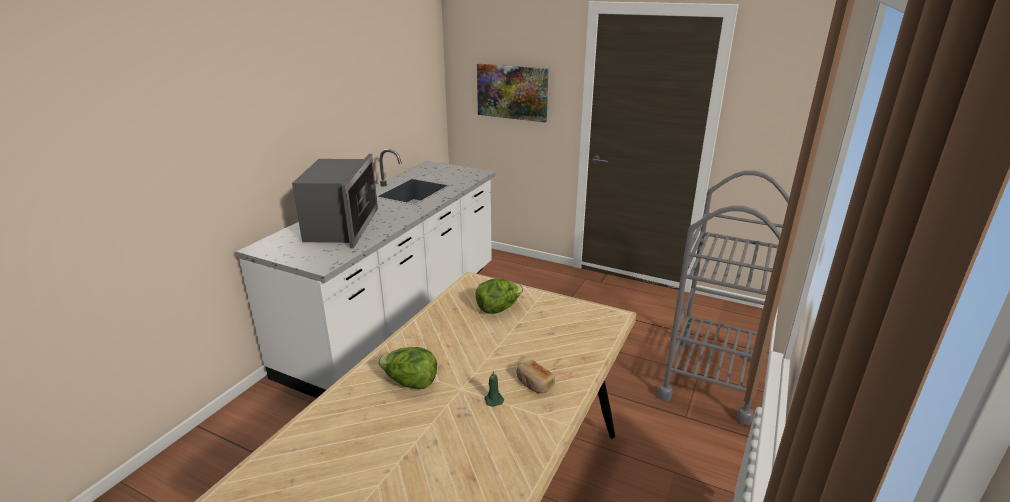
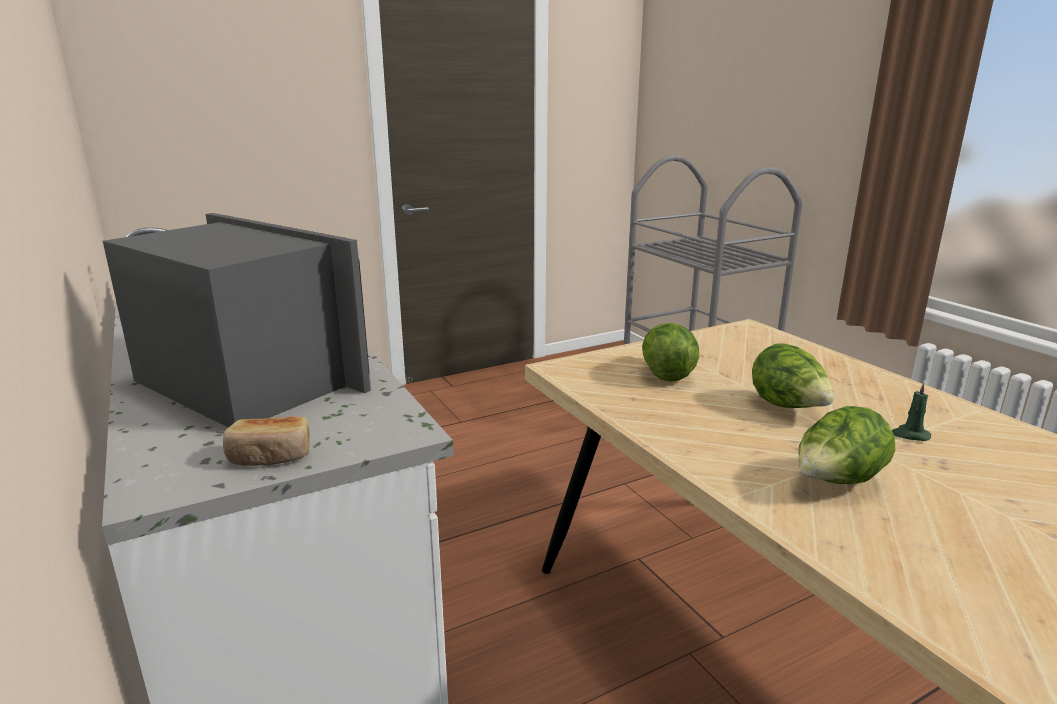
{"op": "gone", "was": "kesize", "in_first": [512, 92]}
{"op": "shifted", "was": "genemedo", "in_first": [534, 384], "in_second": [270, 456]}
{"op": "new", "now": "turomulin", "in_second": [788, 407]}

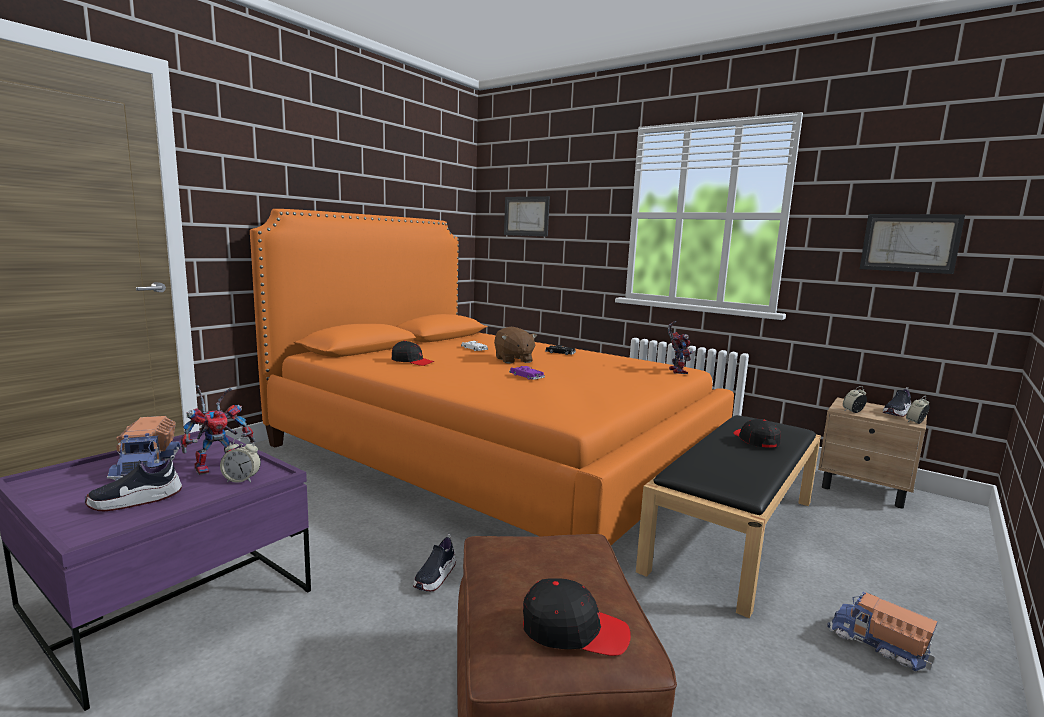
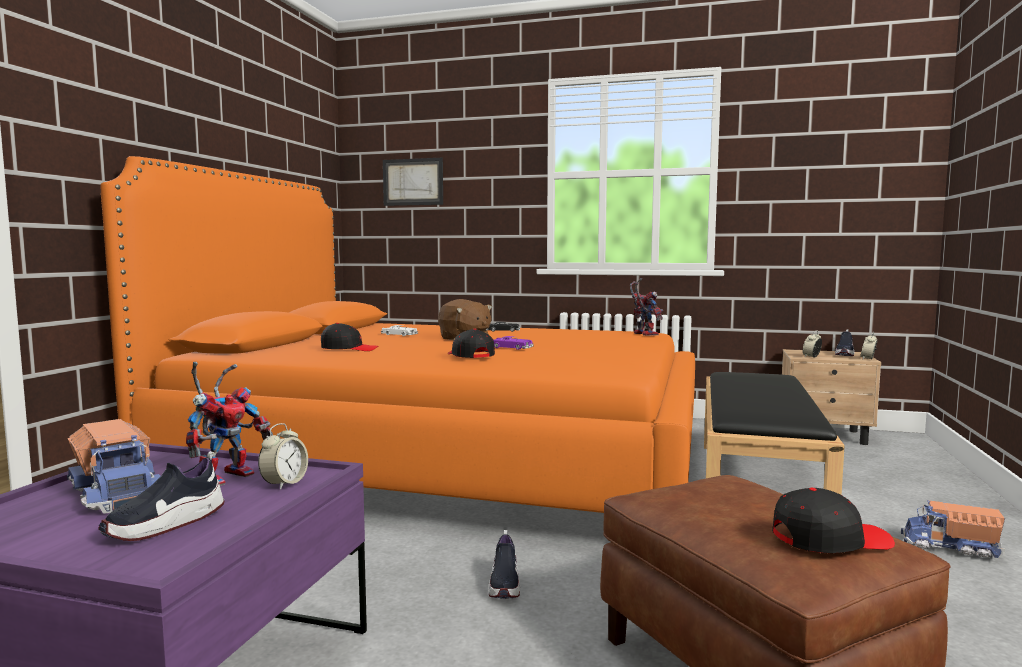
{"op": "rotated", "was": "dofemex", "in_first": [242, 480], "in_second": [284, 483], "clockwise": -45}
{"op": "shifted", "was": "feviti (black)", "in_first": [755, 440], "in_second": [470, 356]}
{"op": "gone", "was": "kesize", "in_first": [909, 243]}

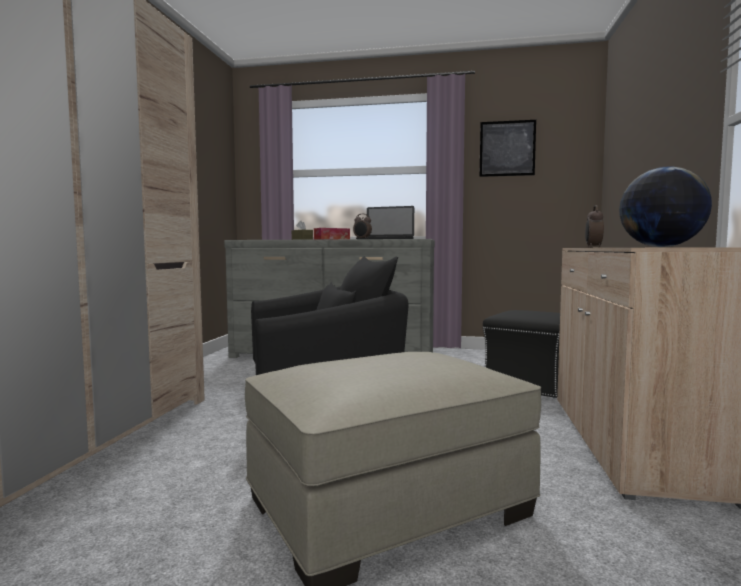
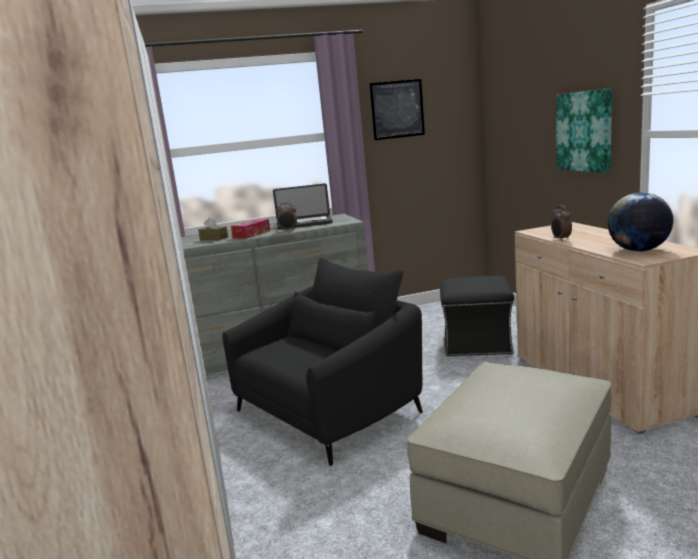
{"op": "new", "now": "kesize", "in_second": [584, 131]}

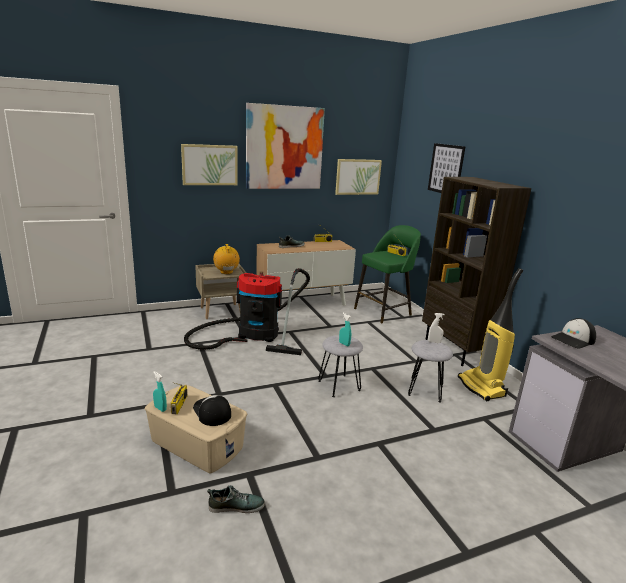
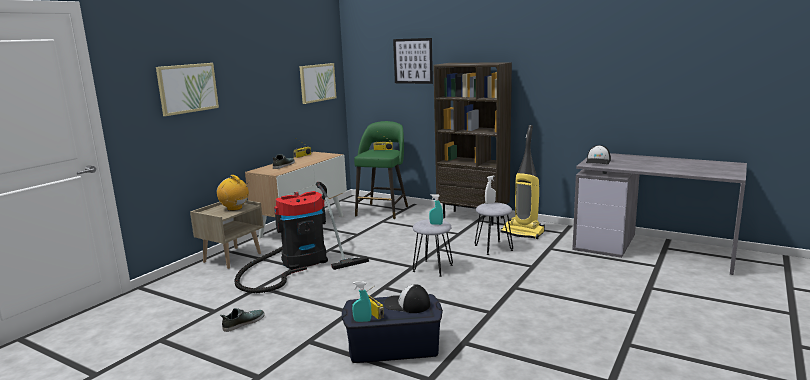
{"op": "repainted", "was": "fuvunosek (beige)", "now": "fuvunosek (blue)", "in_first": [197, 443], "in_second": [393, 346]}
{"op": "shifted", "was": "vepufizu", "in_first": [236, 506], "in_second": [243, 323]}
{"op": "gone", "was": "kesize", "in_first": [284, 148]}

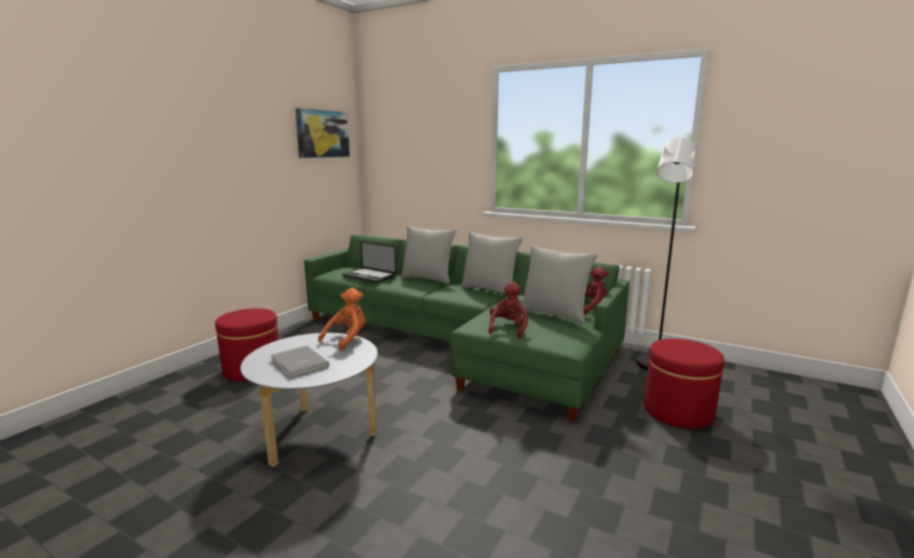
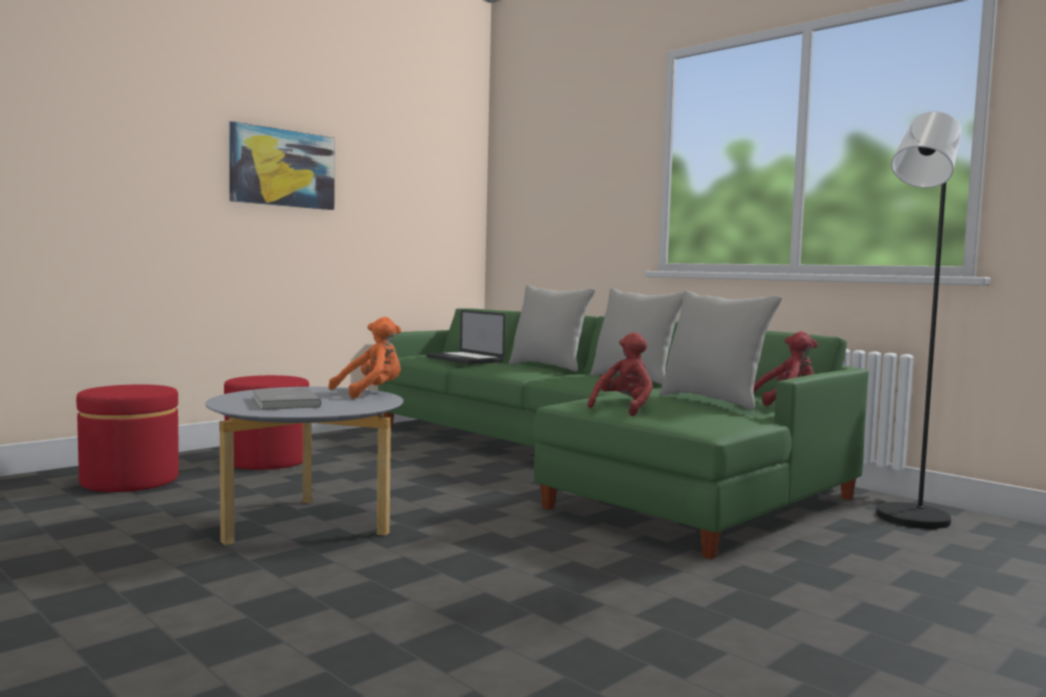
{"op": "shifted", "was": "kesize", "in_first": [322, 134], "in_second": [282, 168]}
{"op": "shifted", "was": "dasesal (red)", "in_first": [678, 412], "in_second": [130, 481]}

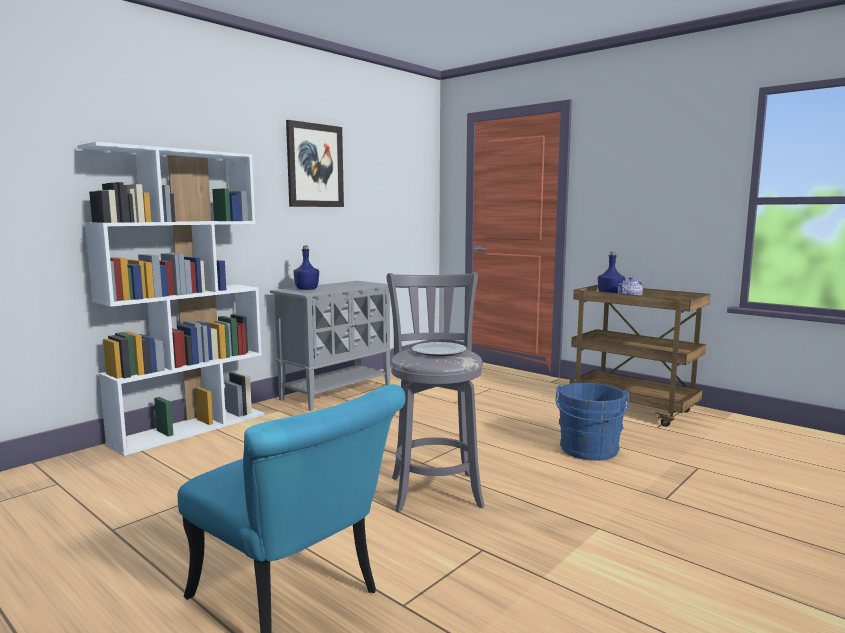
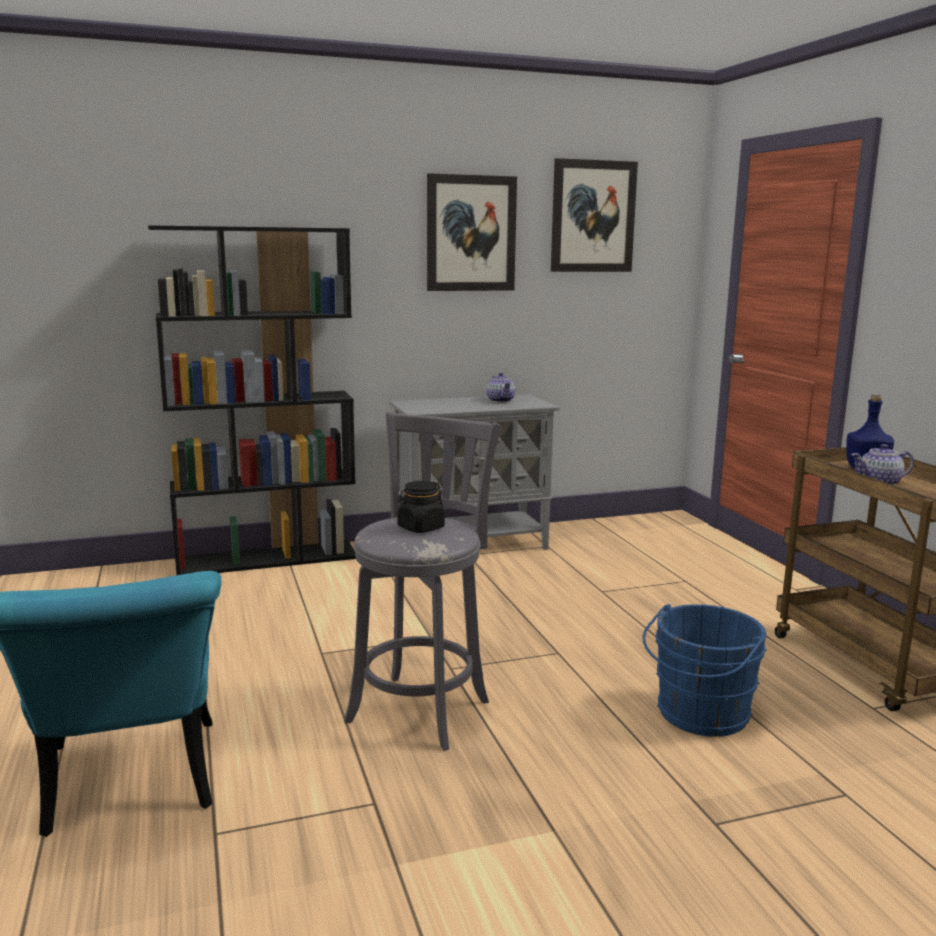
{"op": "repainted", "was": "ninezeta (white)", "now": "ninezeta (black)", "in_first": [190, 428], "in_second": [268, 558]}
{"op": "gone", "was": "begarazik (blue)", "in_first": [307, 289]}
{"op": "swapped", "was": "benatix", "now": "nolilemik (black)", "in_first": [438, 351], "in_second": [420, 528]}
{"op": "new", "now": "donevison", "in_second": [500, 400]}
{"op": "new", "now": "kesize", "in_second": [593, 216]}

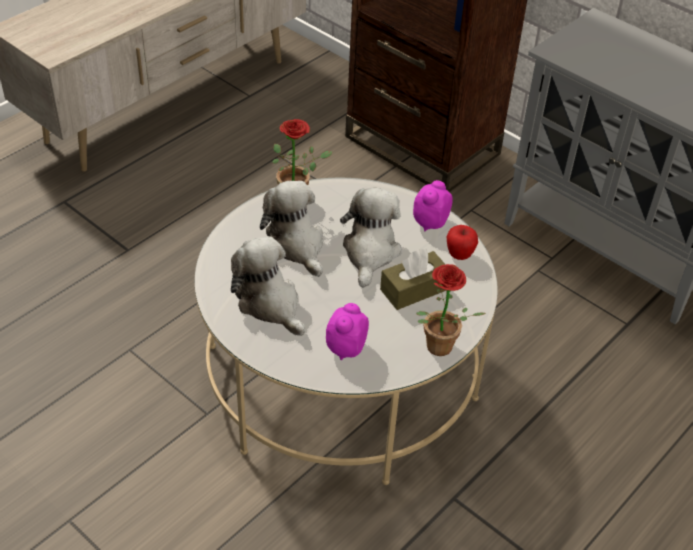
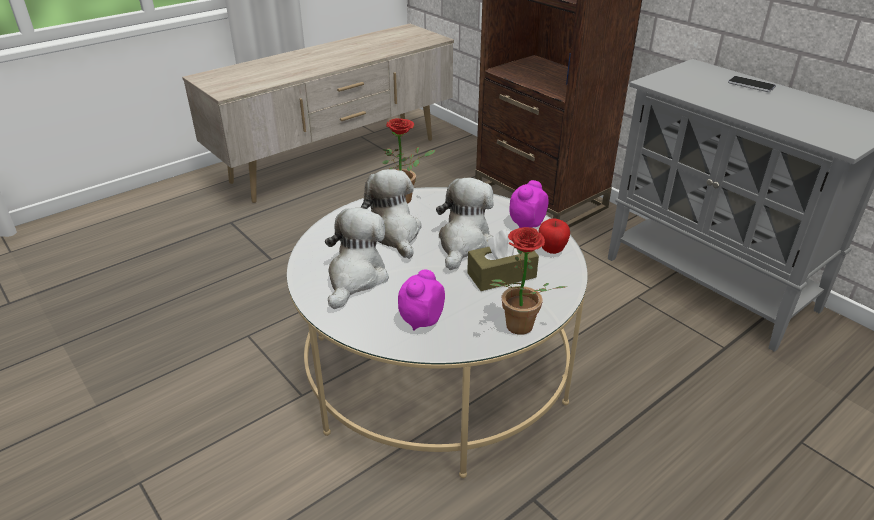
{"op": "rotated", "was": "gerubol", "in_first": [270, 303], "in_second": [355, 278], "clockwise": 45}
{"op": "new", "now": "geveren", "in_second": [751, 85]}

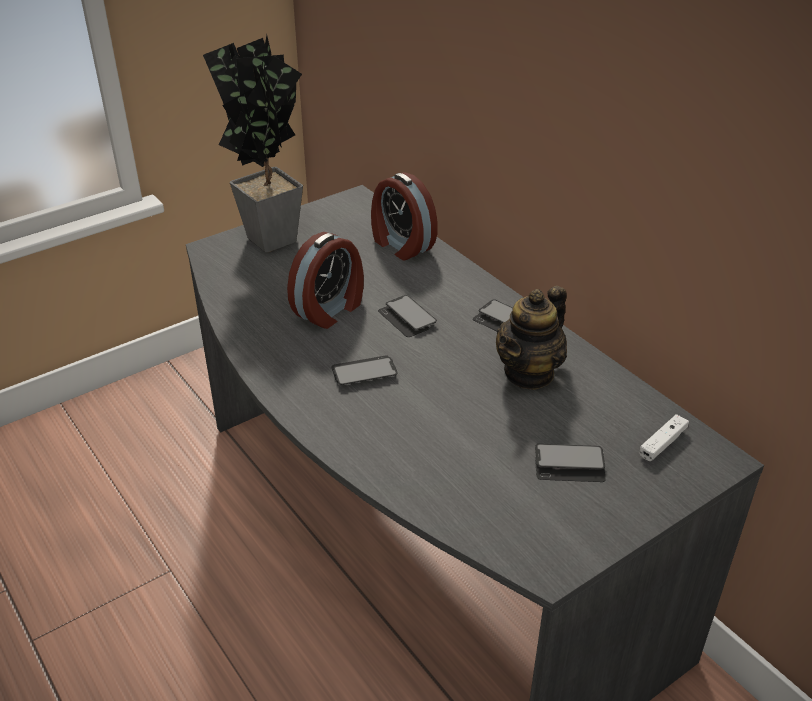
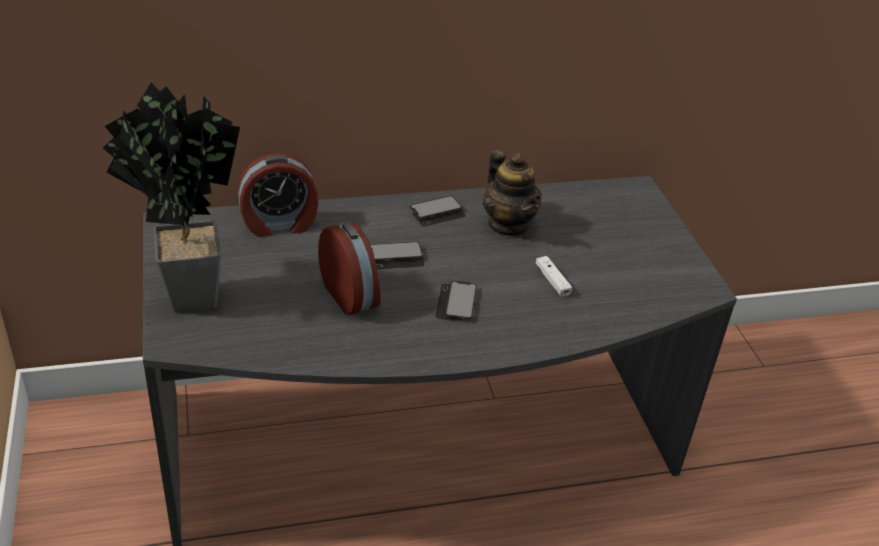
{"op": "gone", "was": "geveren", "in_first": [569, 465]}
{"op": "shifted", "was": "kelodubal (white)", "in_first": [662, 443], "in_second": [552, 281]}

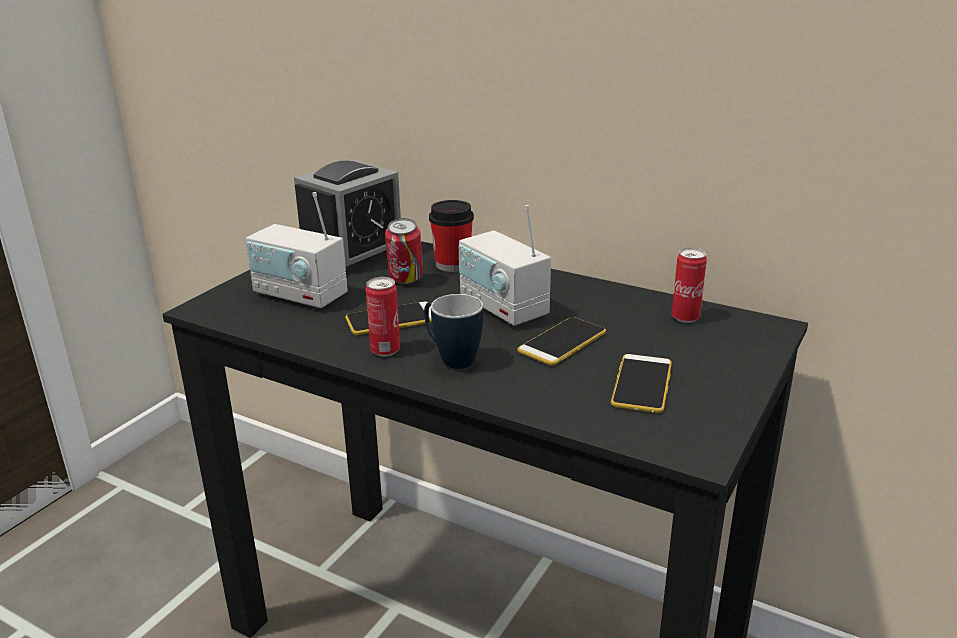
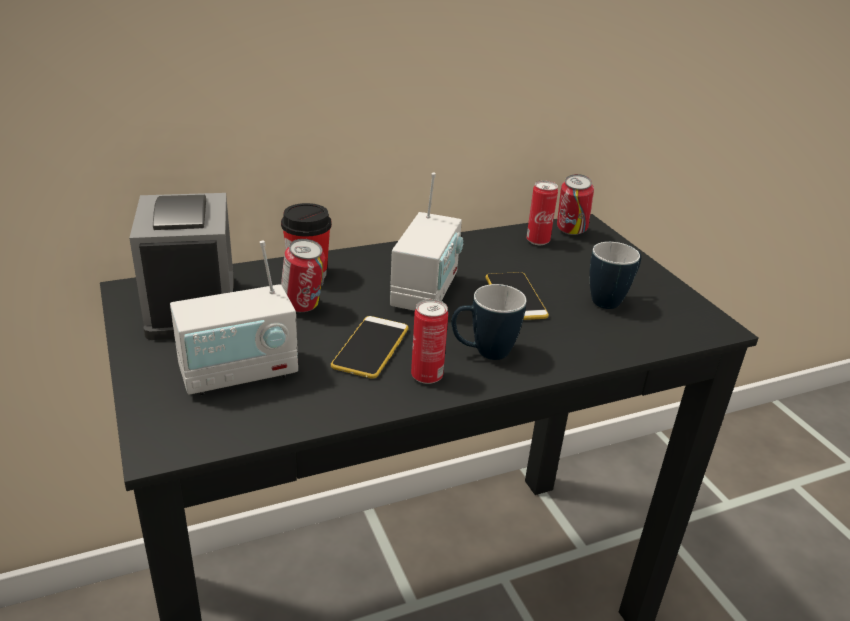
{"op": "rotated", "was": "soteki", "in_first": [503, 308], "in_second": [425, 292], "clockwise": -75}
{"op": "swapped", "was": "geveren", "now": "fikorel", "in_first": [642, 384], "in_second": [611, 300]}
{"op": "new", "now": "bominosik", "in_second": [570, 232]}

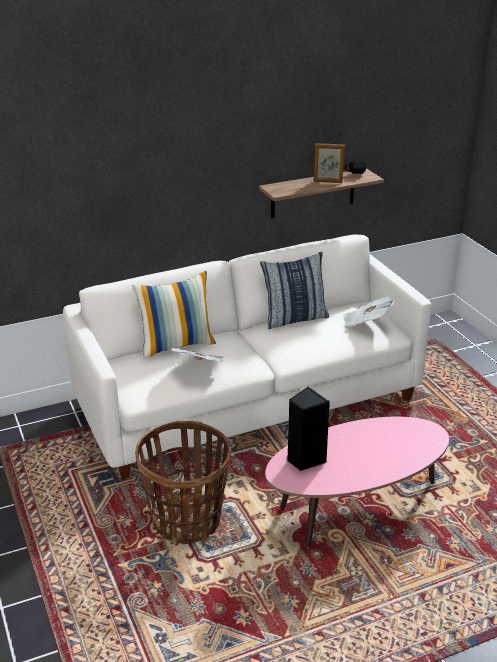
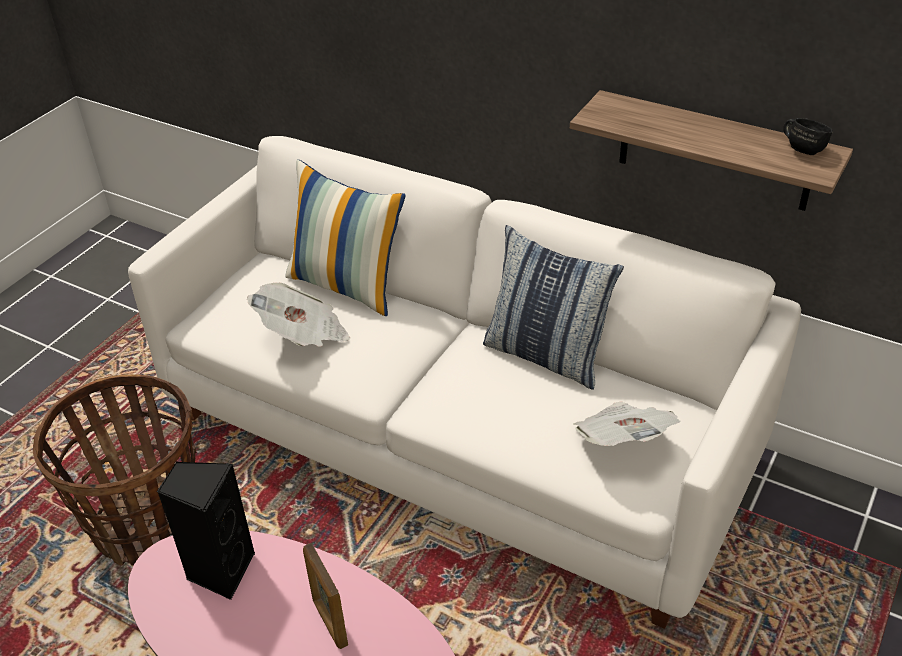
{"op": "shifted", "was": "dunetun", "in_first": [328, 182], "in_second": [330, 622]}

